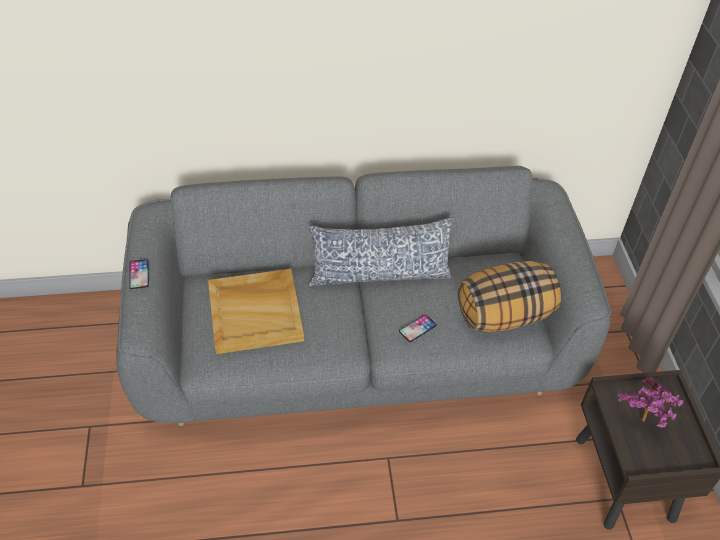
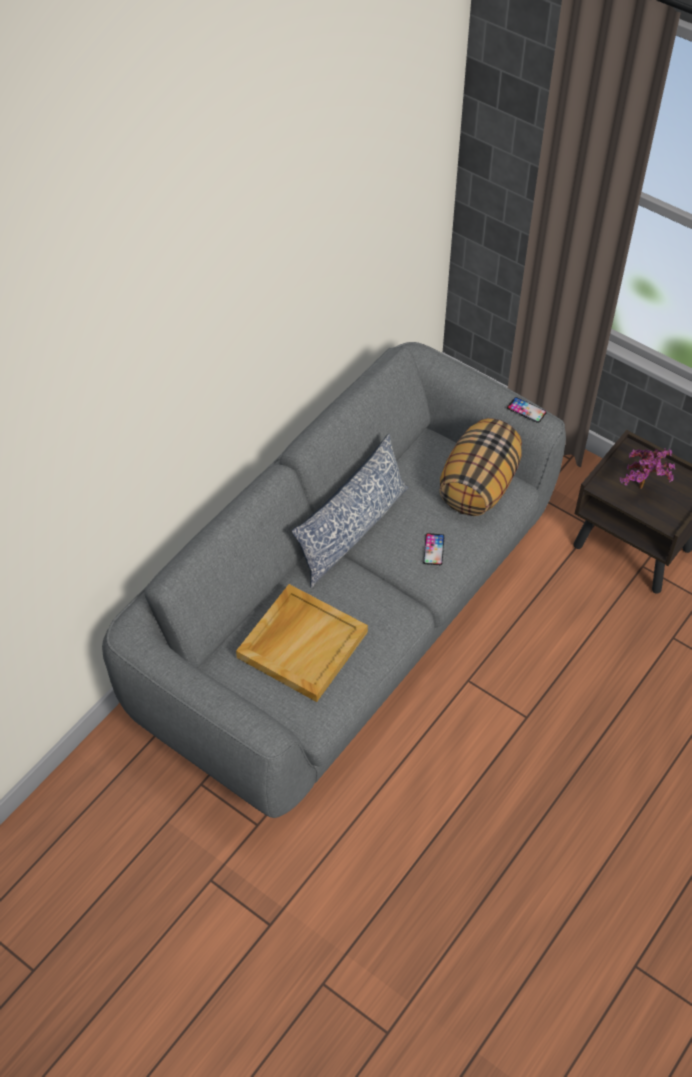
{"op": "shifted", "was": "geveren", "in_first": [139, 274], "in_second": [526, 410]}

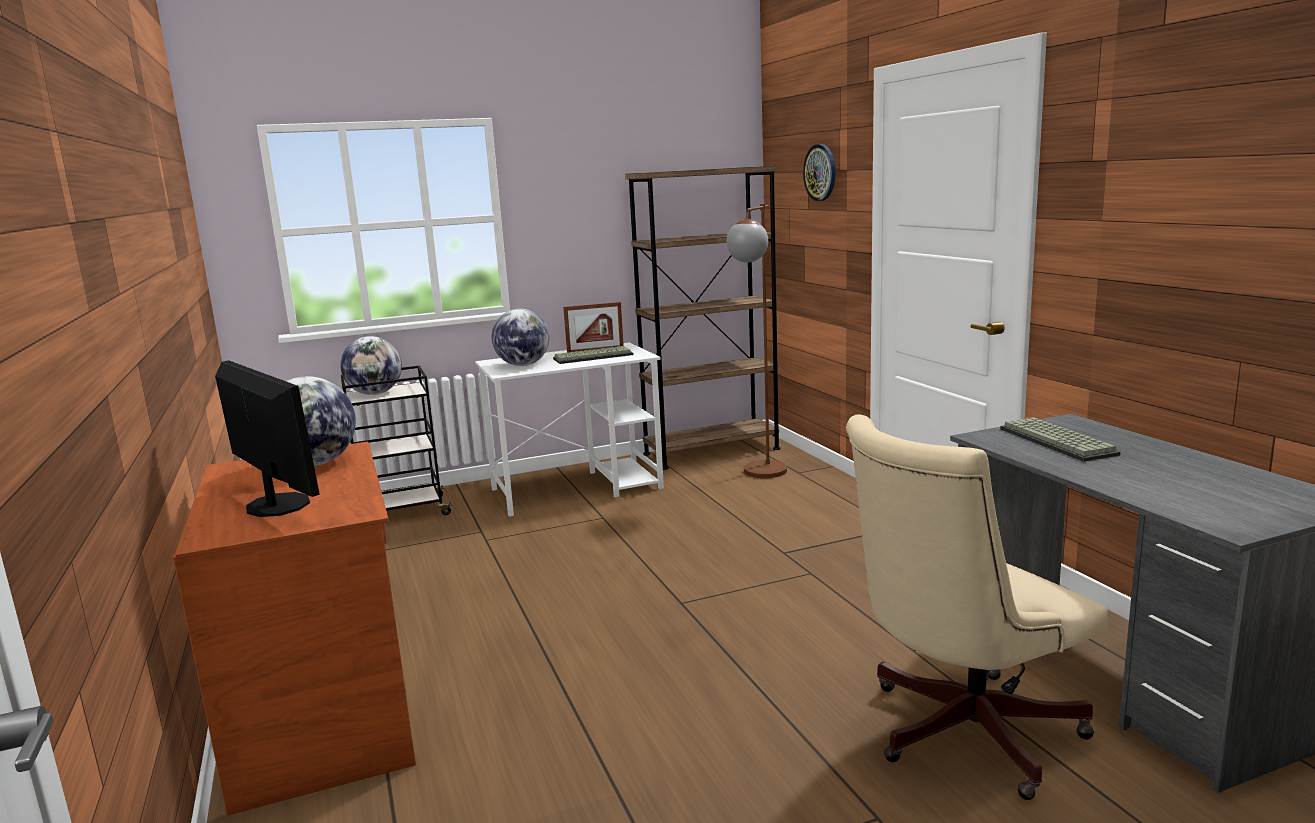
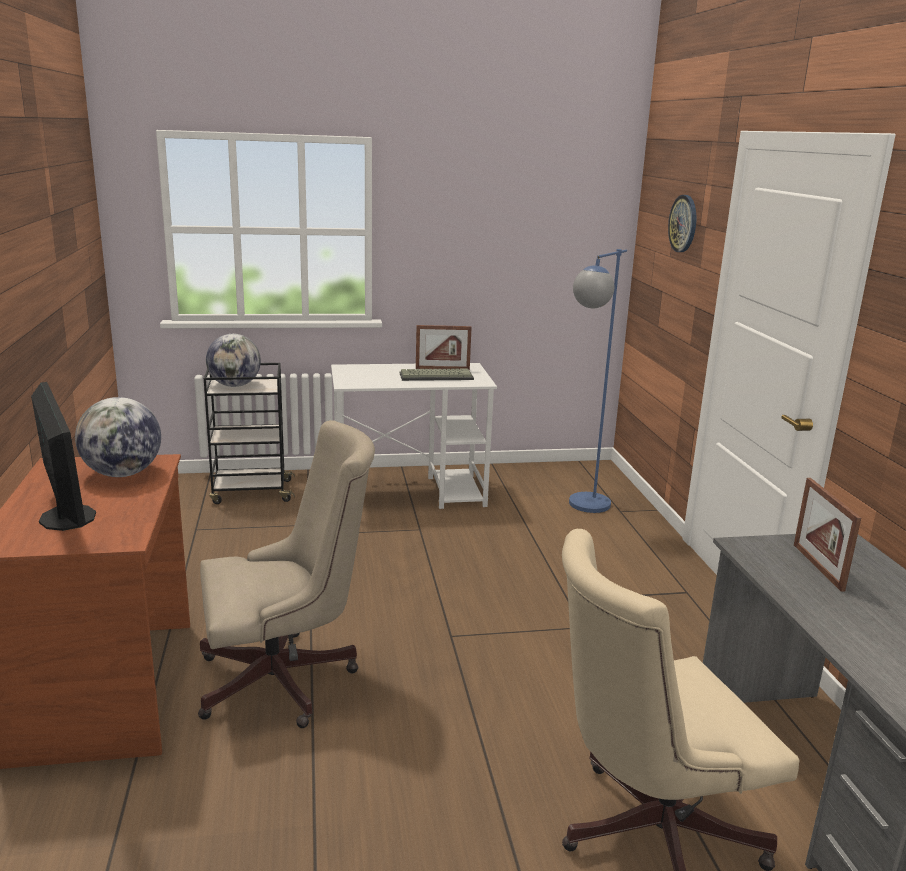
{"op": "gone", "was": "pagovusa", "in_first": [523, 365]}
{"op": "gone", "was": "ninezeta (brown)", "in_first": [711, 451]}
{"op": "repainted", "was": "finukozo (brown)", "now": "finukozo (blue)", "in_first": [760, 476], "in_second": [583, 509]}
{"op": "swapped", "was": "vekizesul", "now": "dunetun", "in_first": [1059, 441], "in_second": [818, 567]}
{"op": "new", "now": "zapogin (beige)", "in_second": [286, 680]}

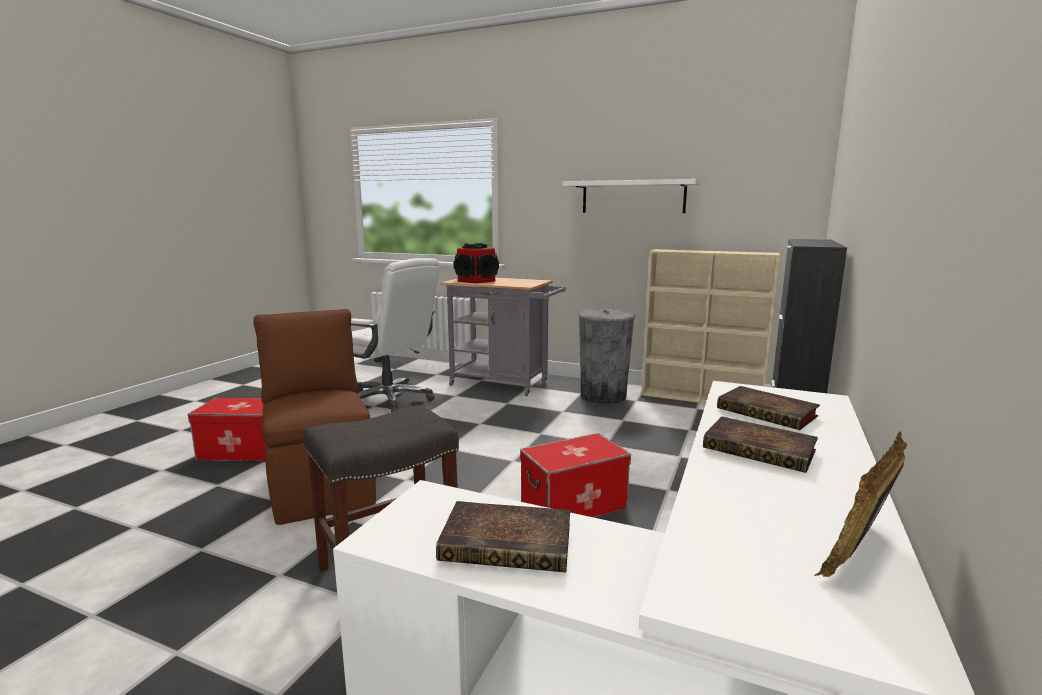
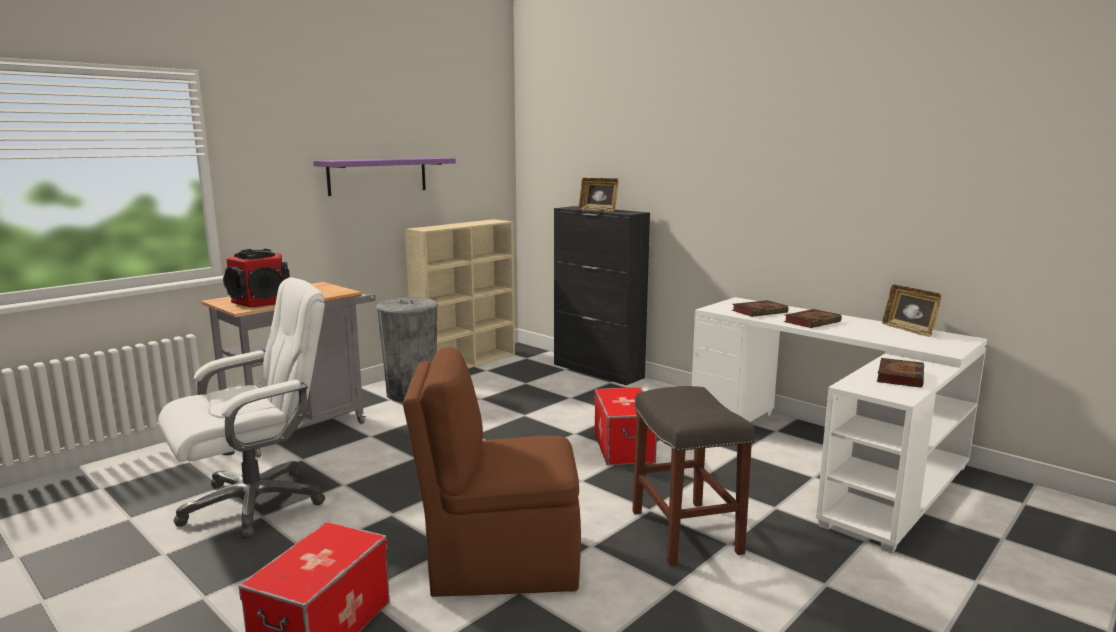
{"op": "repainted", "was": "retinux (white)", "now": "retinux (purple)", "in_first": [633, 197], "in_second": [378, 176]}
{"op": "new", "now": "dunetun", "in_second": [598, 210]}

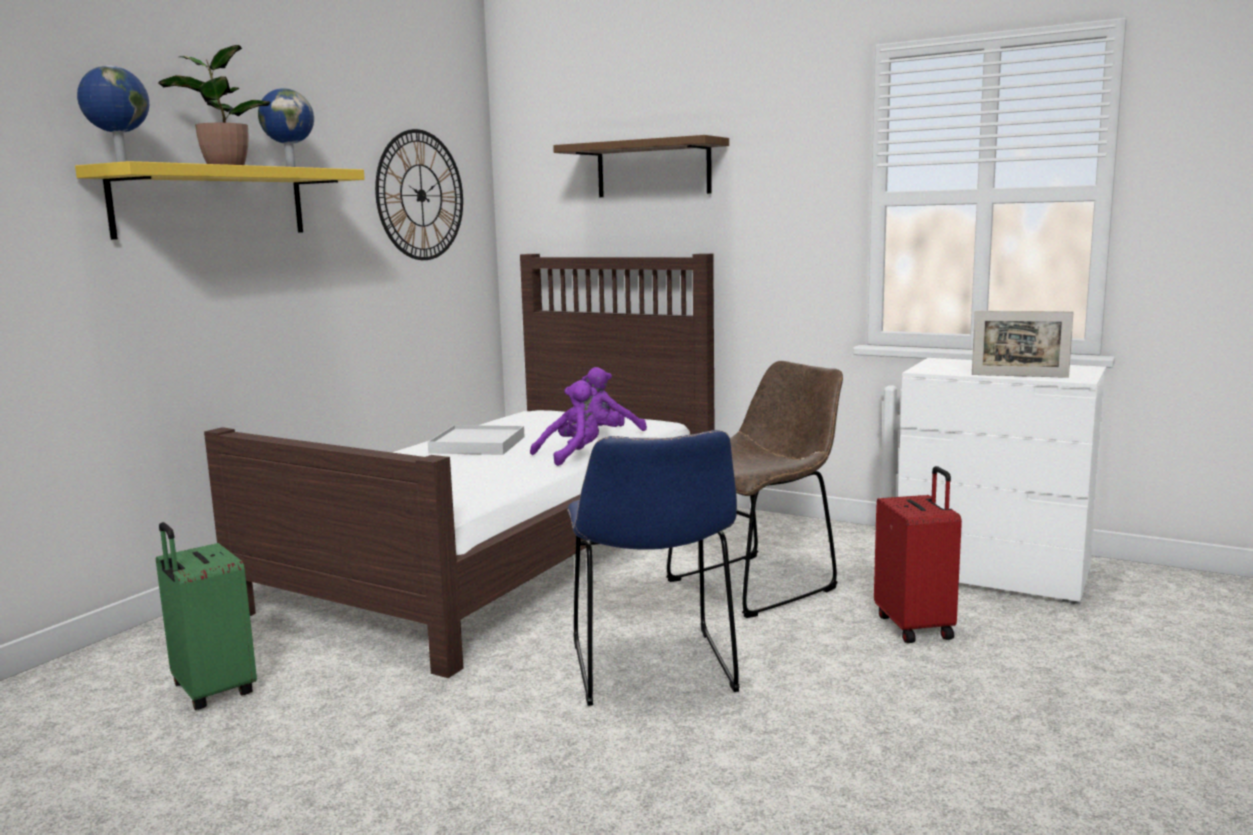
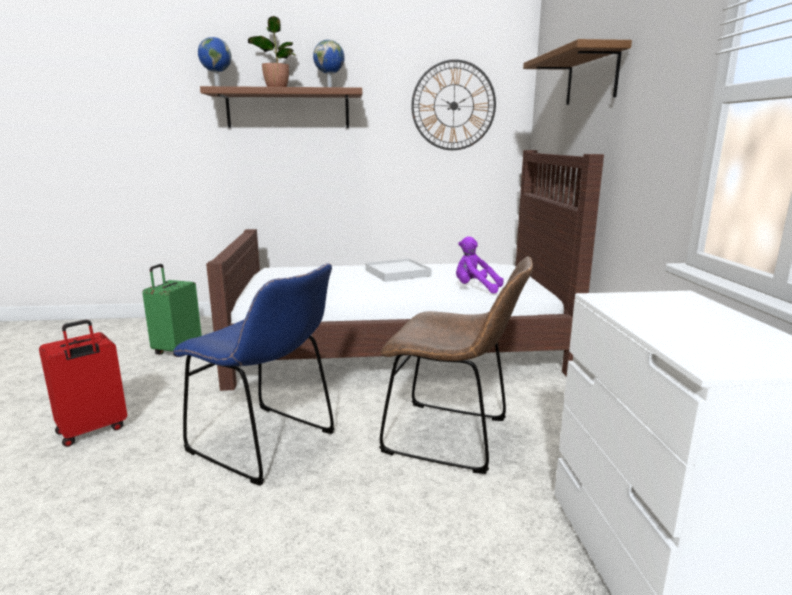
{"op": "repainted", "was": "retinux (yellow)", "now": "retinux (brown)", "in_first": [211, 202], "in_second": [288, 109]}
{"op": "gone", "was": "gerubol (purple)", "in_first": [571, 455]}
{"op": "rotated", "was": "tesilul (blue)", "in_first": [653, 671], "in_second": [267, 444], "clockwise": -105}
{"op": "shifted", "was": "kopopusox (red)", "in_first": [916, 626], "in_second": [92, 431]}
{"op": "gone", "was": "dunetun", "in_first": [1019, 376]}

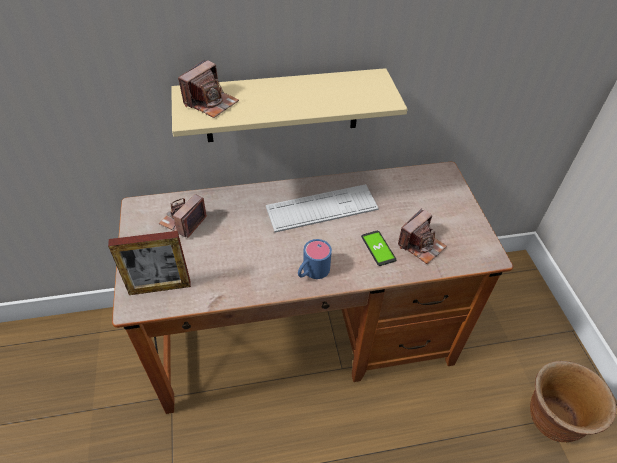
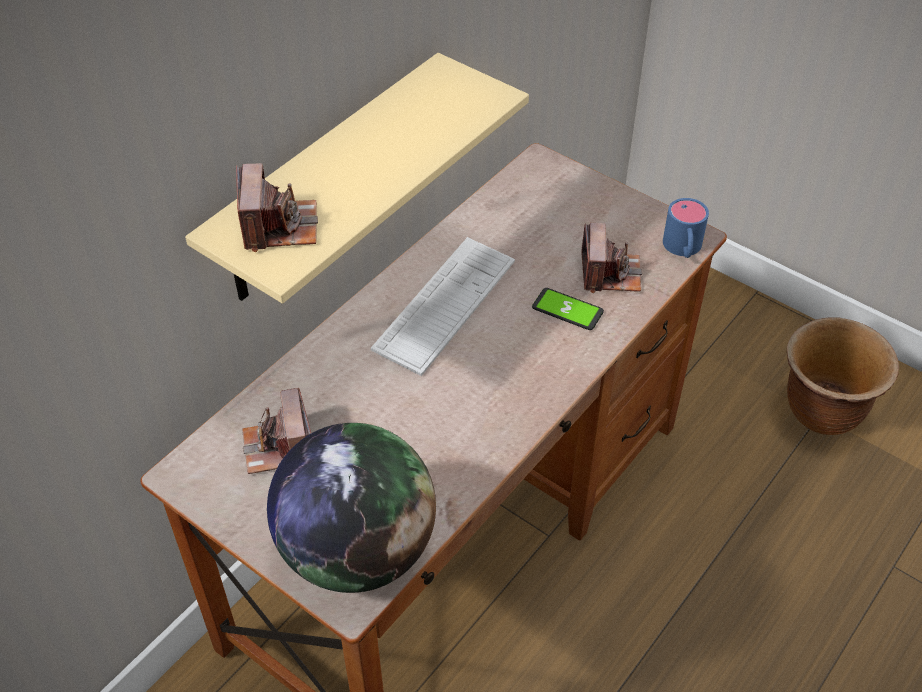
{"op": "swapped", "was": "dunetun", "now": "pagovusa", "in_first": [160, 287], "in_second": [357, 550]}
{"op": "shifted", "was": "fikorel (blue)", "in_first": [312, 272], "in_second": [683, 249]}

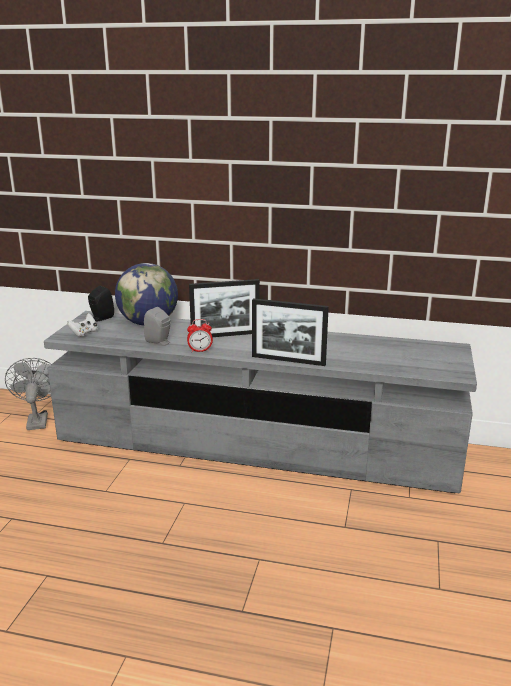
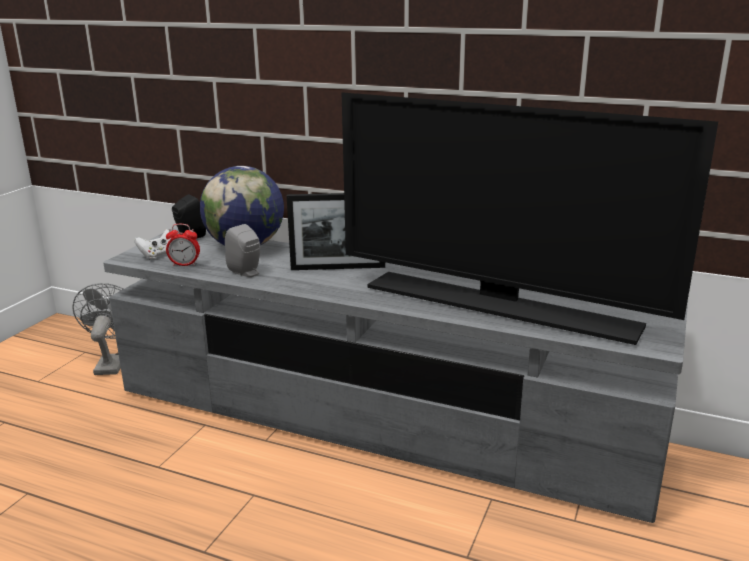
{"op": "shifted", "was": "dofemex", "in_first": [200, 350], "in_second": [185, 264]}
{"op": "gone", "was": "dunetun", "in_first": [288, 360]}
{"op": "new", "now": "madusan", "in_second": [500, 306]}

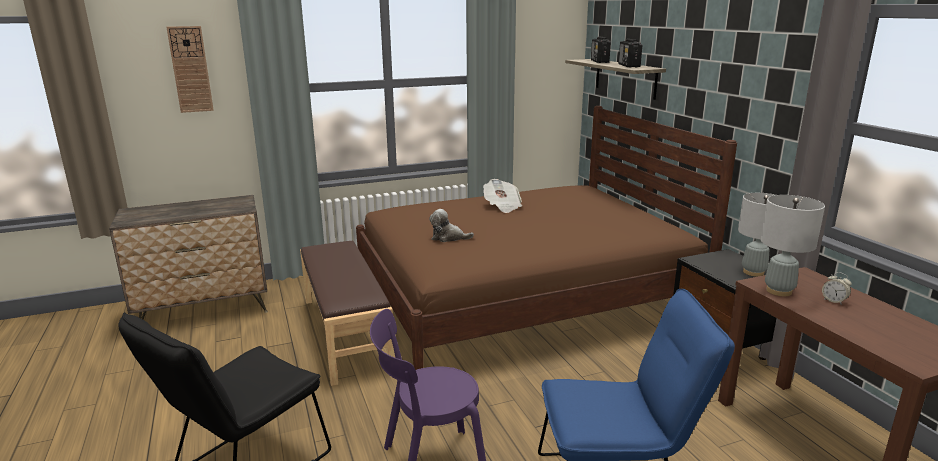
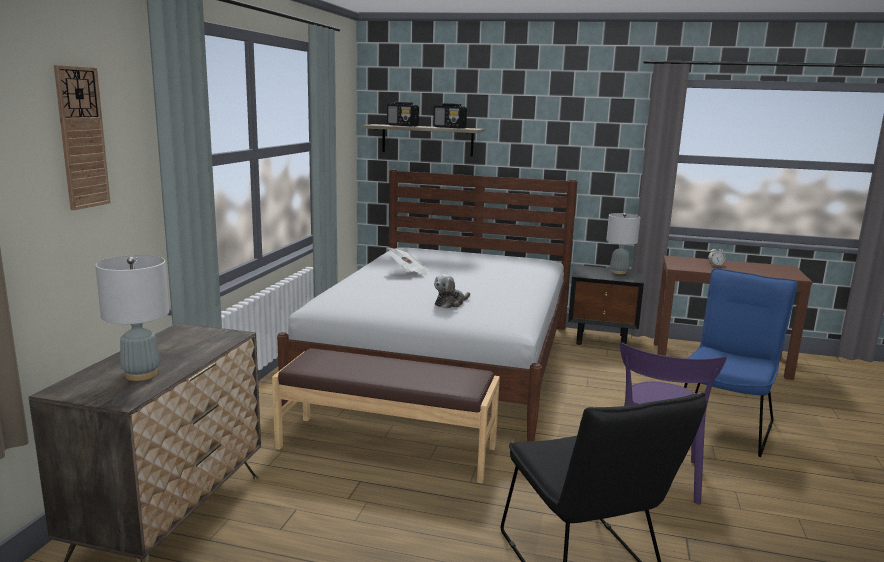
{"op": "repainted", "was": "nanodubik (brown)", "now": "nanodubik (white)", "in_first": [522, 300], "in_second": [445, 361]}
{"op": "shifted", "was": "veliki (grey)", "in_first": [778, 291], "in_second": [141, 375]}

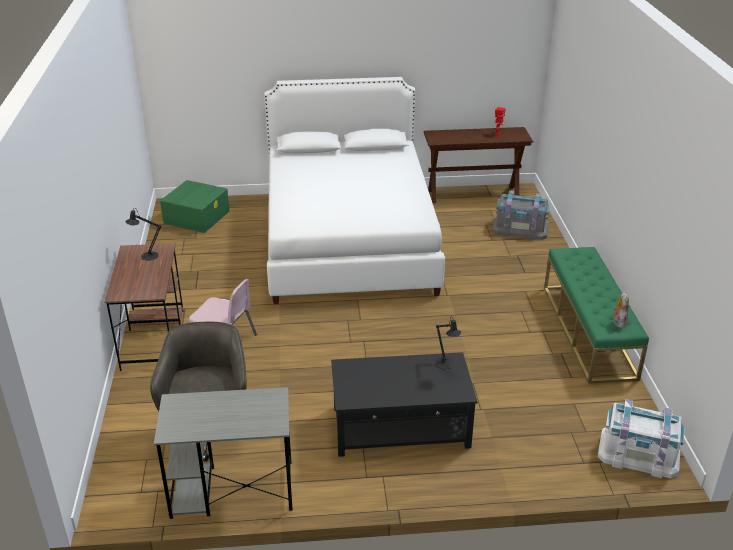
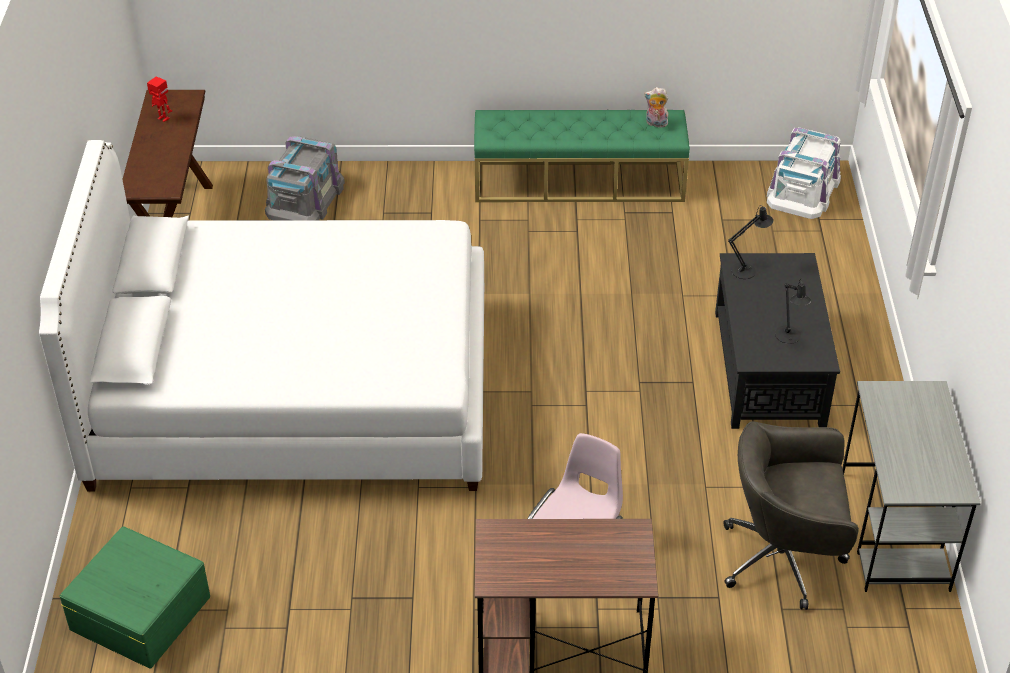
{"op": "shifted", "was": "veliki (black)", "in_first": [147, 256], "in_second": [789, 337]}

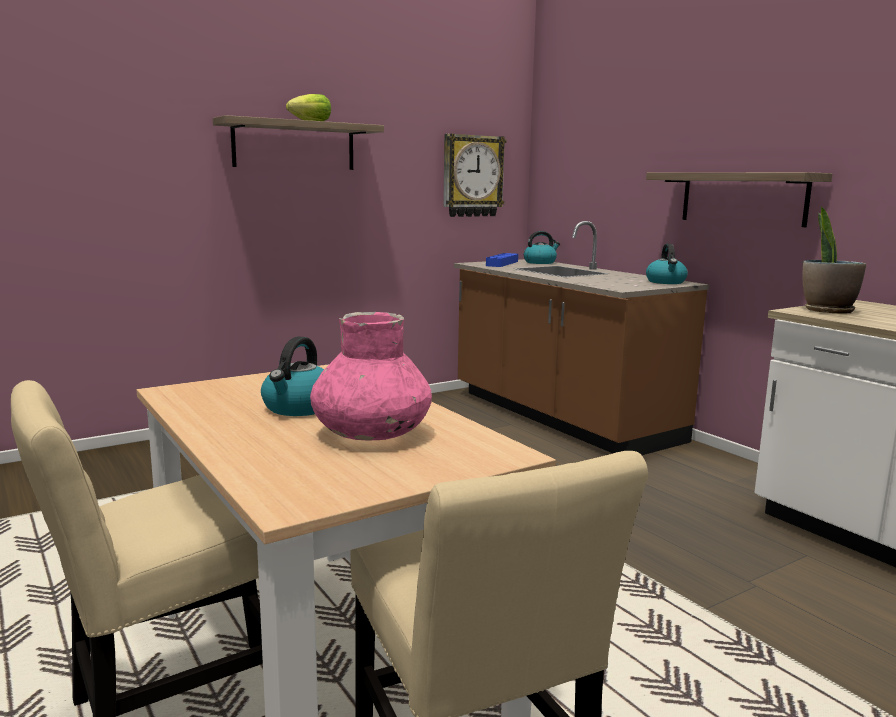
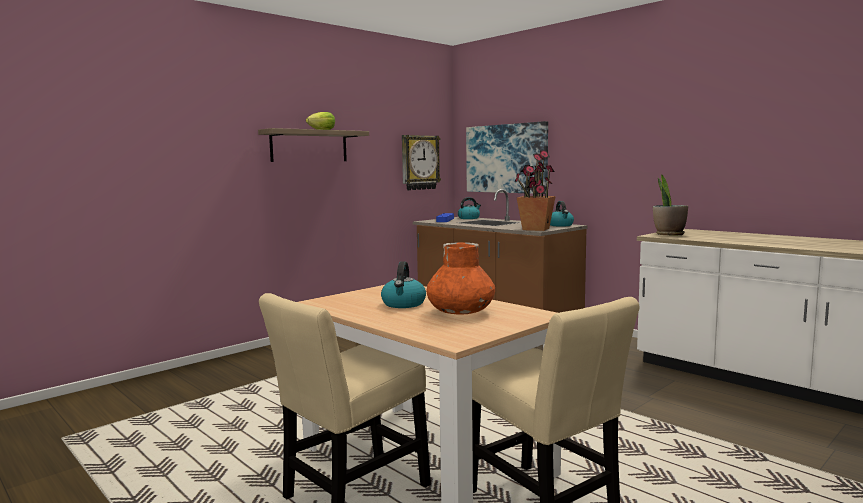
{"op": "repainted", "was": "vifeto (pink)", "now": "vifeto (orange)", "in_first": [371, 434], "in_second": [461, 312]}
{"op": "gone", "was": "retinux", "in_first": [742, 198]}
{"op": "new", "now": "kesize", "in_second": [506, 158]}
{"op": "new", "now": "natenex", "in_second": [535, 229]}

